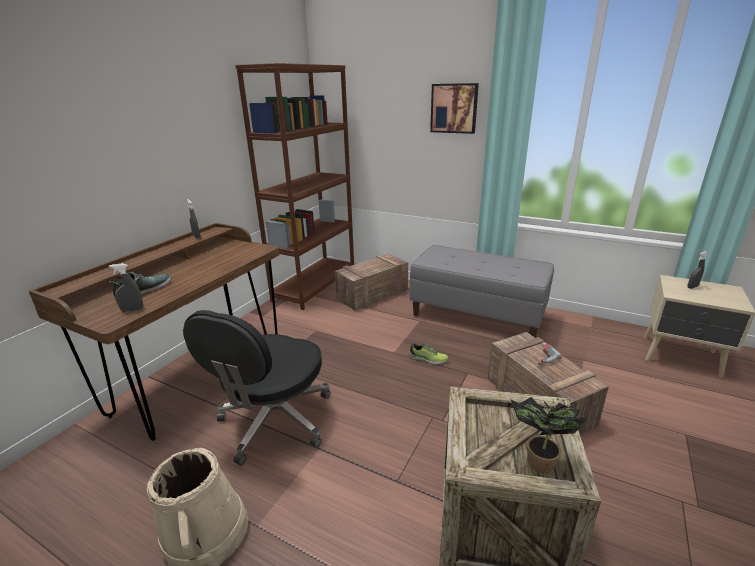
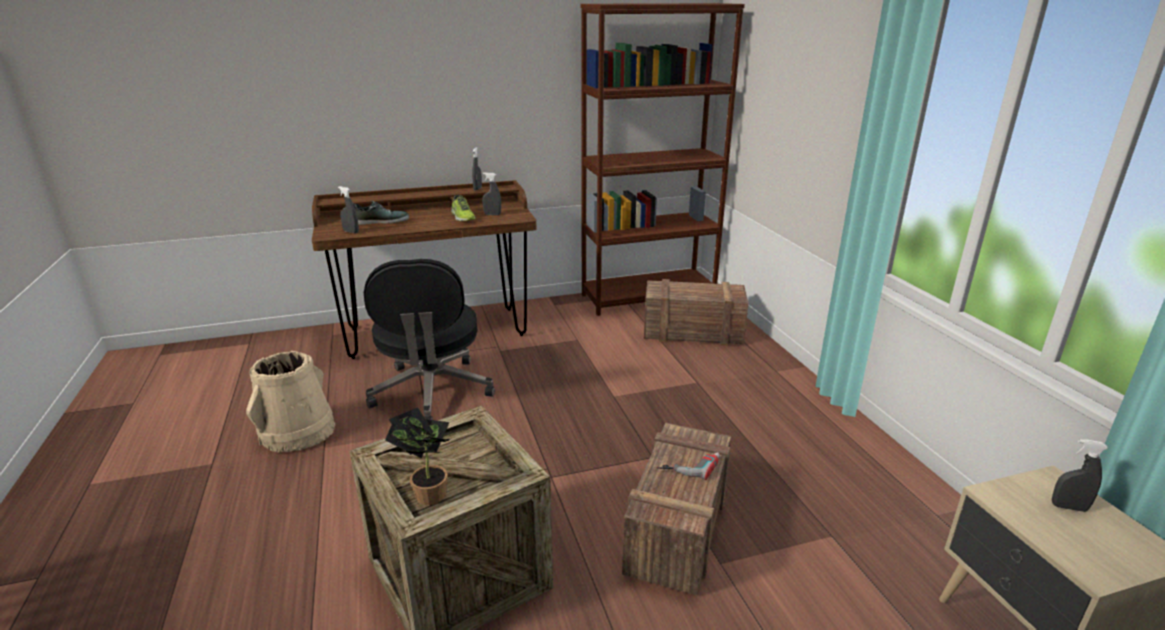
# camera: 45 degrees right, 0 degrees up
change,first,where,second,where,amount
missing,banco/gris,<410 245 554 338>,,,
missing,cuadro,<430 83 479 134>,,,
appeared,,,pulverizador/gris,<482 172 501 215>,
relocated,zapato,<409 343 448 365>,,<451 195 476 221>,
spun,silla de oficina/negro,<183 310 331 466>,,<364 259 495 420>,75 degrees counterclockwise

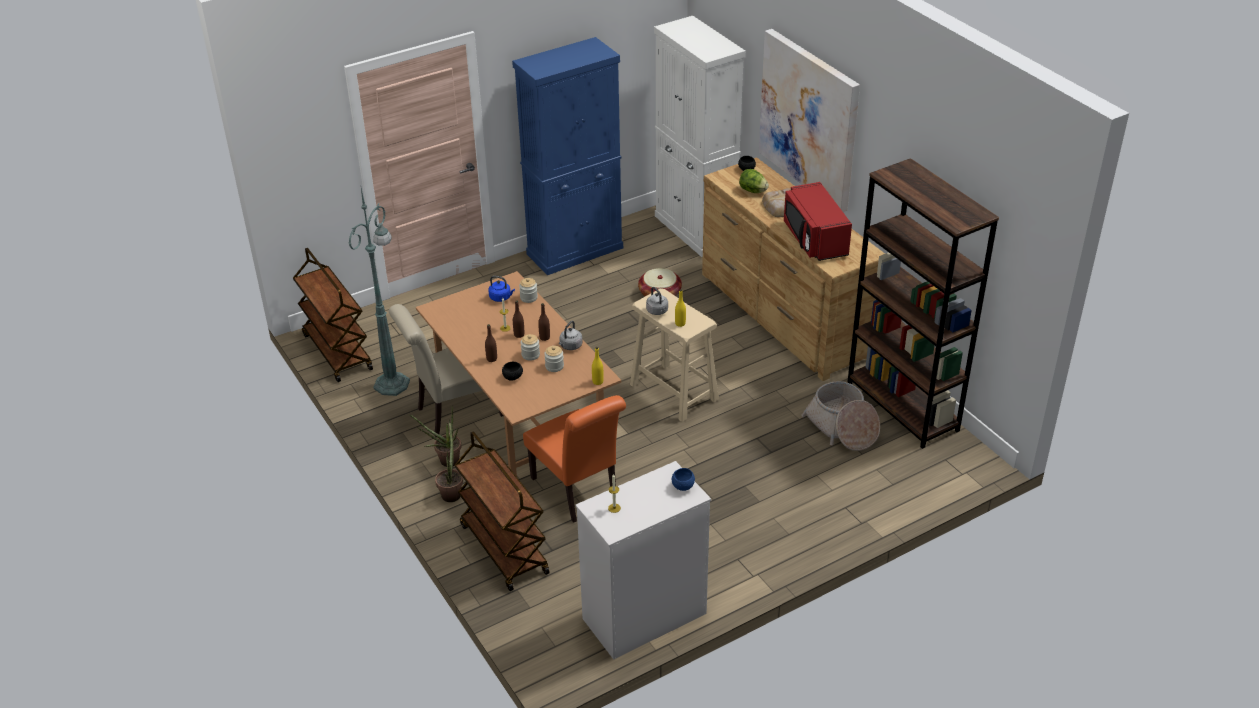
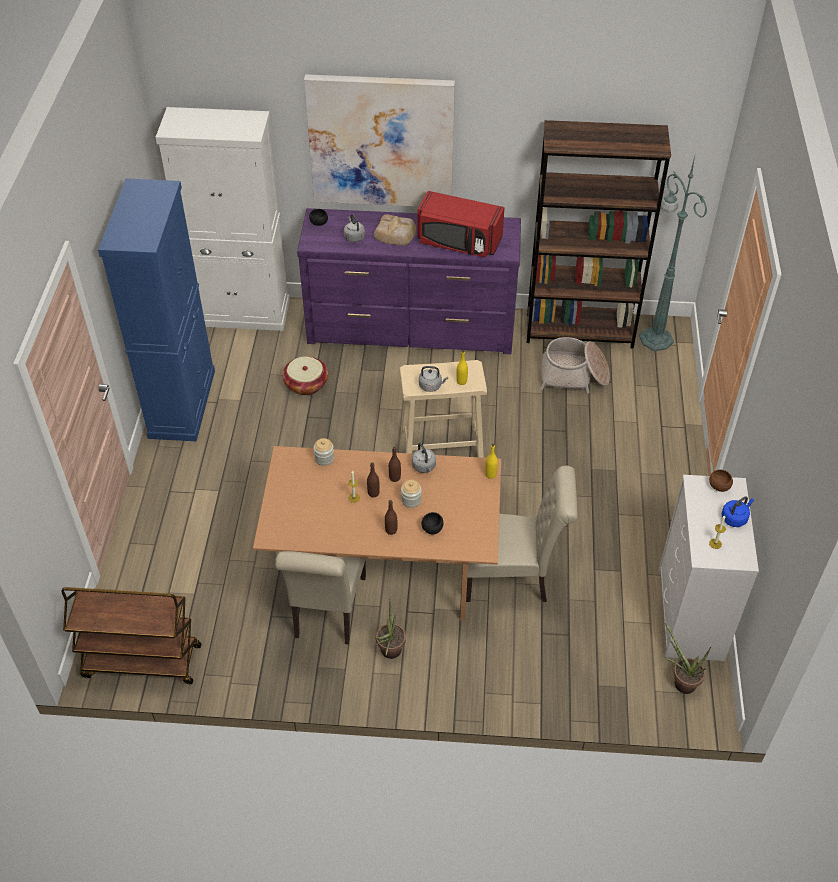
# camera: 55 degrees left, 10 degrees up
change,first,where,second,where,amount
missing,carrito/marrón,<455 431 550 591>,,,
missing,tarro,<544 346 564 372>,,,
relocated,lámpara de pie/verde,<348 188 410 396>,,<639 157 707 351>,
relocated,planta en maceta,<435 420 463 502>,,<664 623 711 694>,
relocated,hervidor/azul,<488 276 515 302>,,<721 496 754 527>,
exchanged,lechuga,<739 169 769 193>,hervidor/gris,<344 214 365 242>,
colour,silla/naranja,<523 395 626 523>,silla/beis,<466 466 578 602>,
colour,cuenco/azul,<672 468 695 491>,cuenco/marrón,<709 470 733 492>,
colour,cómoda/marrón,<702 157 885 381>,cómoda/morado,<297 208 521 354>,

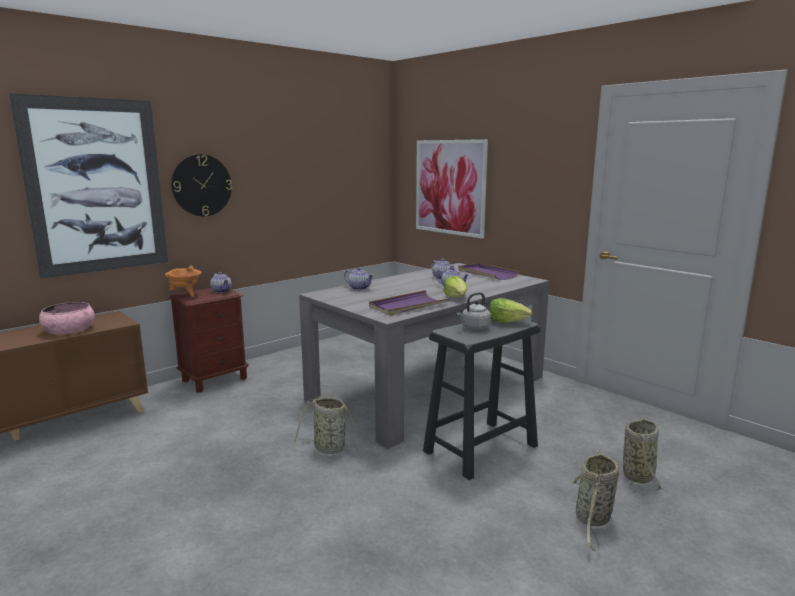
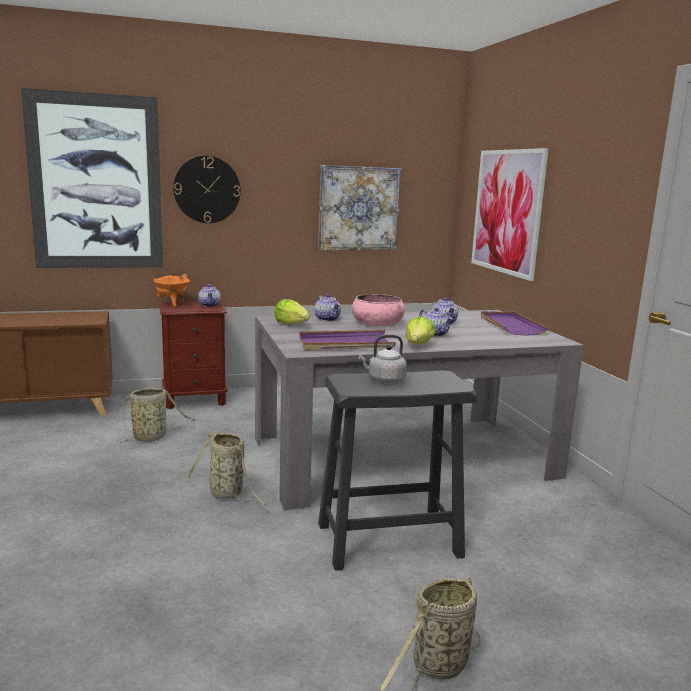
# camera: 25 degrees right, 0 degrees up
change,first,where,second,where,amount
appeared,,,cuadro,<318 165 401 250>,
relocated,cuenco/rosa,<39 302 95 334>,,<352 294 405 326>,
relocated,lechuga,<489 298 533 323>,,<274 299 310 325>,
relocated,cesta,<623 419 663 493>,,<116 388 195 442>,

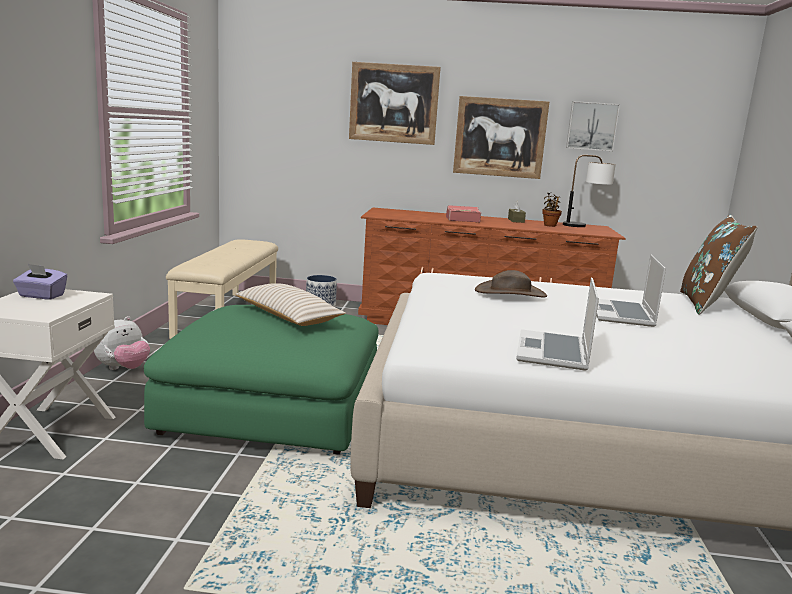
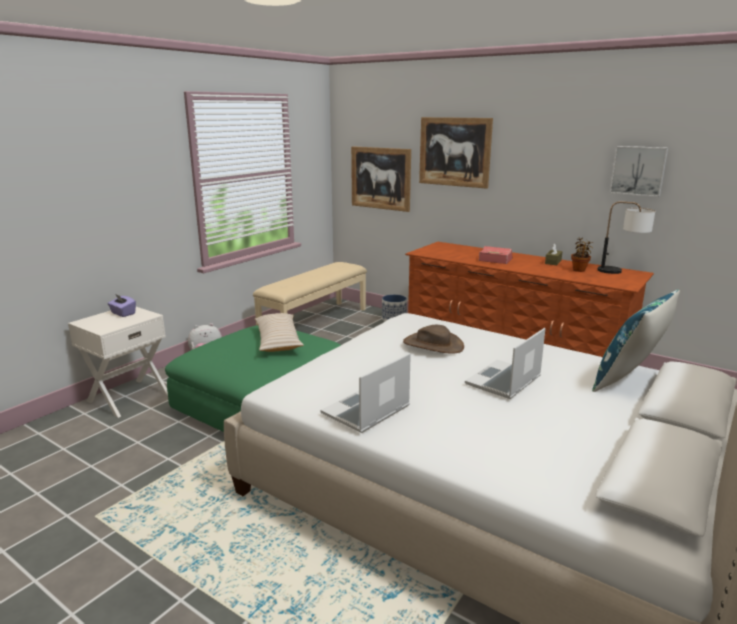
# camera: 30 degrees right, 5 degrees up
change,first,where,second,where,amount
relocated,cuadro,<453 96 549 179>,,<351 146 411 212>,
colour,cojín/marrón,<680 215 758 315>,cojín/azul,<592 289 680 392>,

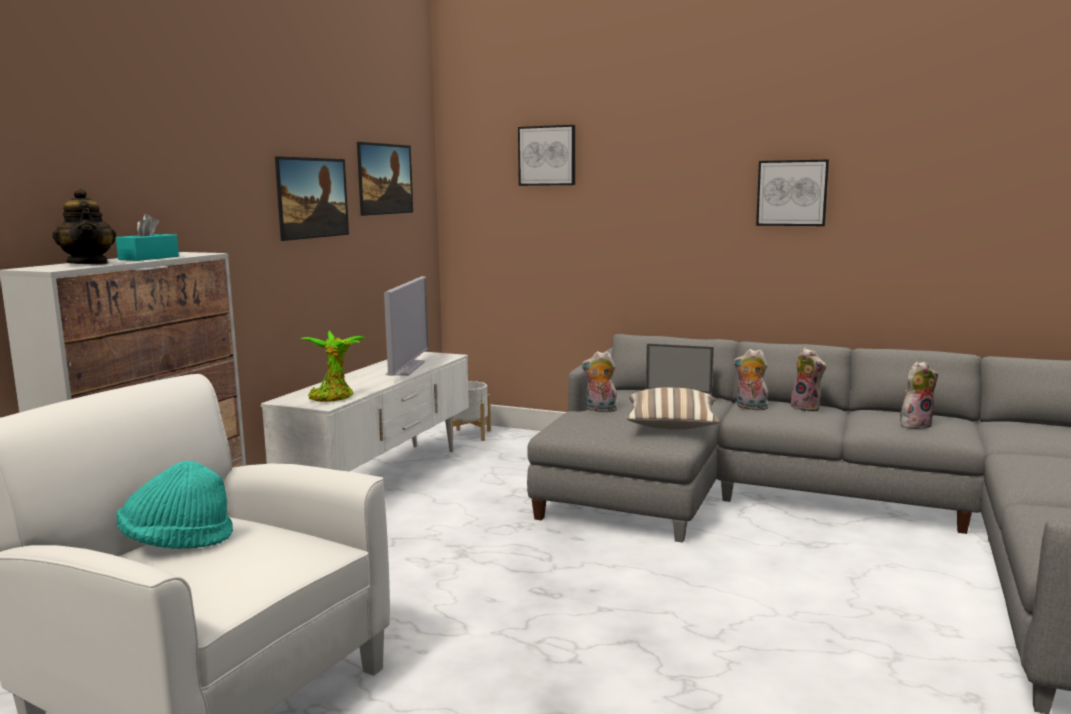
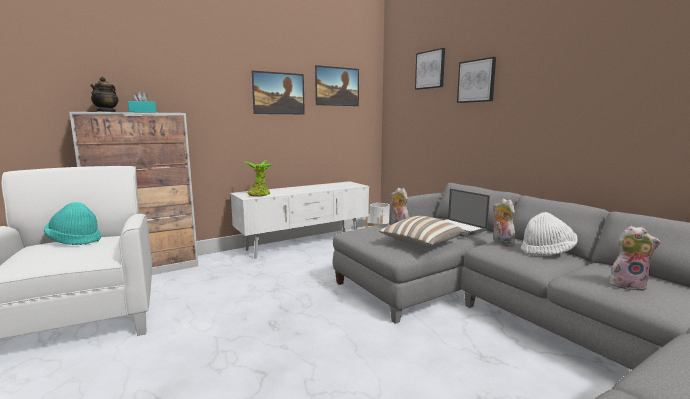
# camera: 35 degrees right, 0 degrees up
change,first,where,second,where,amount
missing,televisor,<384 276 429 376>,,,
relocated,cuadro,<756 159 829 226>,,<457 57 496 103>,
exchanged,peluche,<789 348 826 411>,sombrero/blanco,<521 212 578 256>,

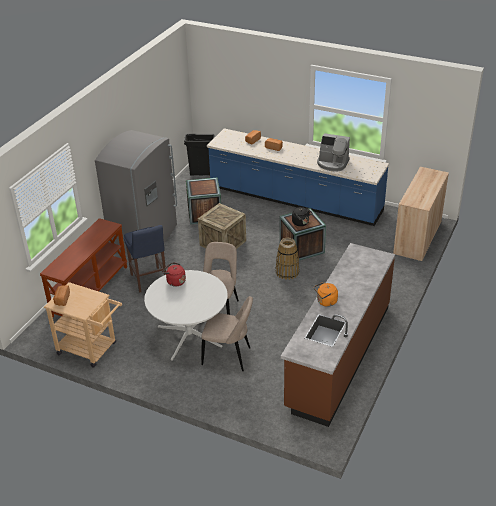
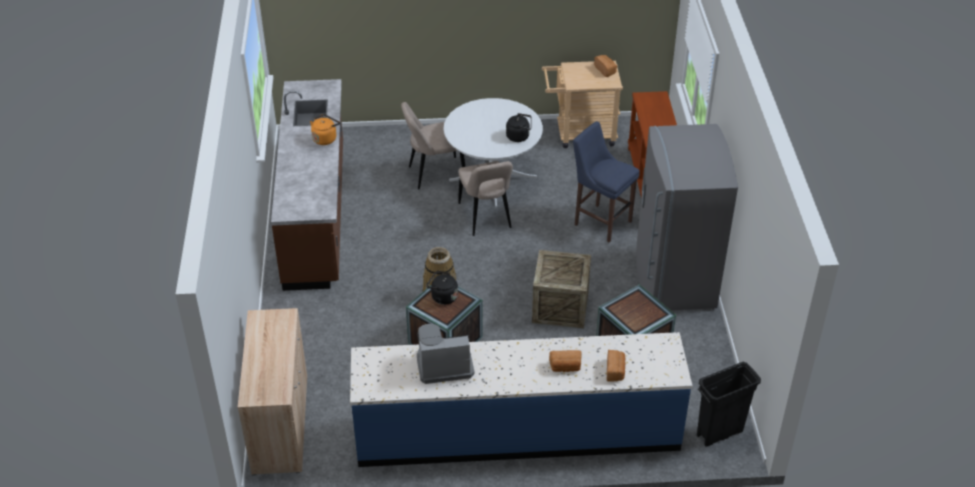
# camera: 150 degrees right, 5 degrees up
change,first,where,second,where,amount
colour,hervidor/rojo,<162 262 186 287>,hervidor/negro,<506 113 531 142>,

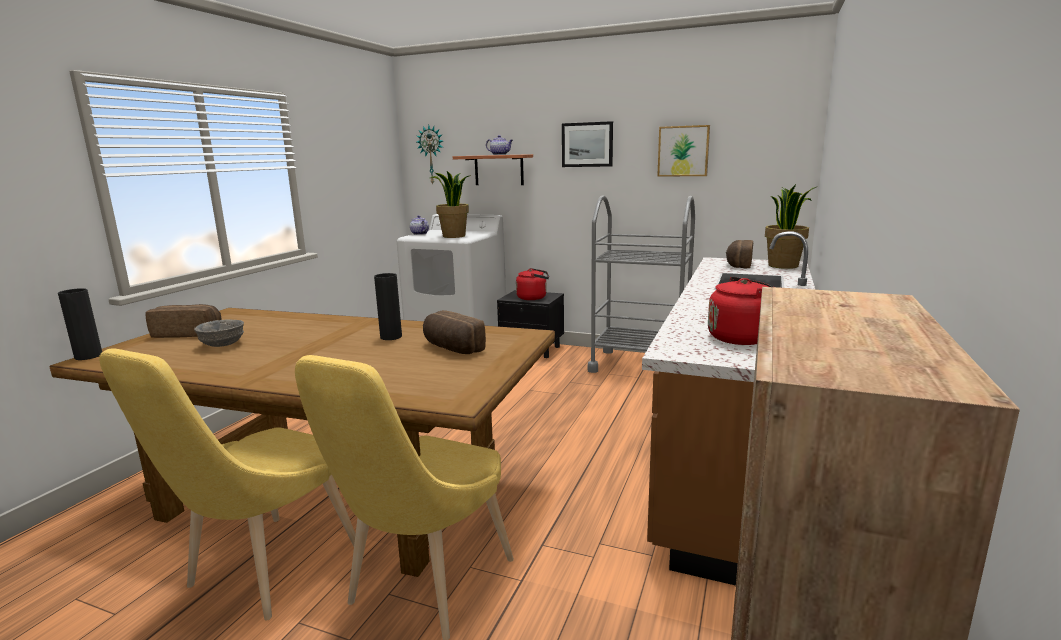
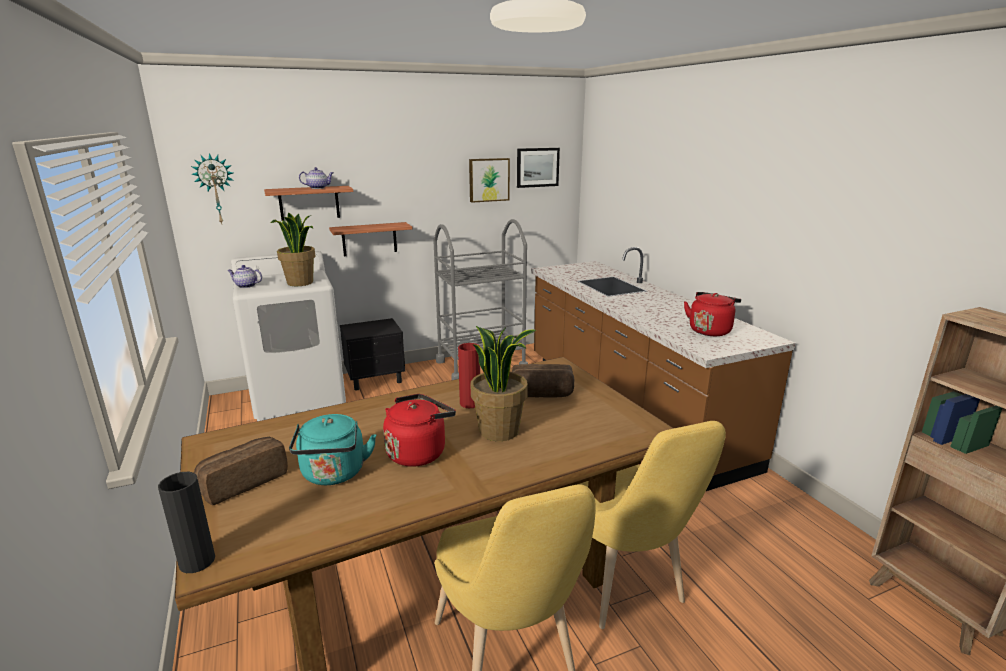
# camera: 45 degrees left, 5 degrees up
change,first,where,second,where,amount
missing,pan,<726 240 753 268>,,,
appeared,,,estante,<329 222 413 256>,
relocated,hervidor/rojo,<516 268 549 300>,,<383 394 456 467>,
relocated,cuadro,<562 121 613 167>,,<517 148 560 188>,
relocated,planta en maceta,<765 184 816 269>,,<471 326 536 441>,
exchanged,cuenco/gris,<194 320 244 347>,hervidor/turquesa,<289 414 376 485>,
colour,florero/negro,<374 273 402 340>,florero/rojo,<458 343 480 408>,

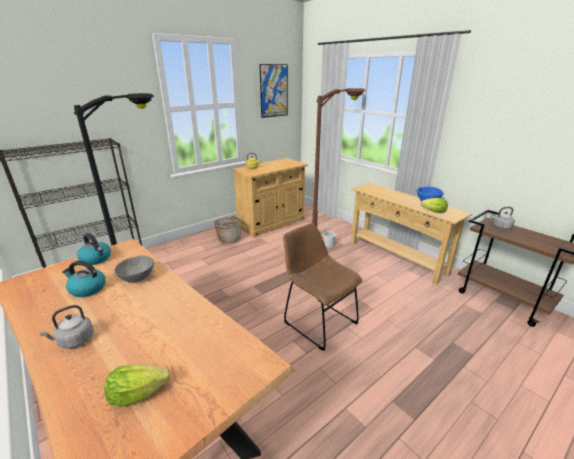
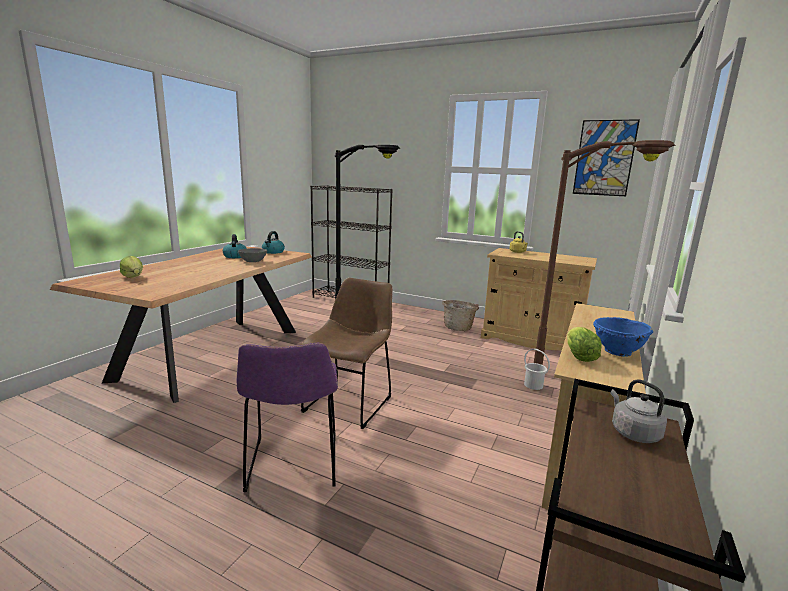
# camera: 65 degrees right, 10 degrees down
change,first,where,second,where,amount
missing,hervidor/gris,<39 305 94 349>,,,
appeared,,,silla/morado,<237 343 338 492>,

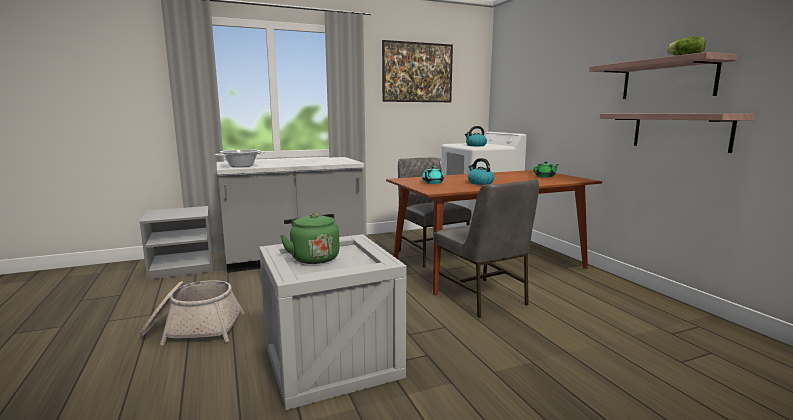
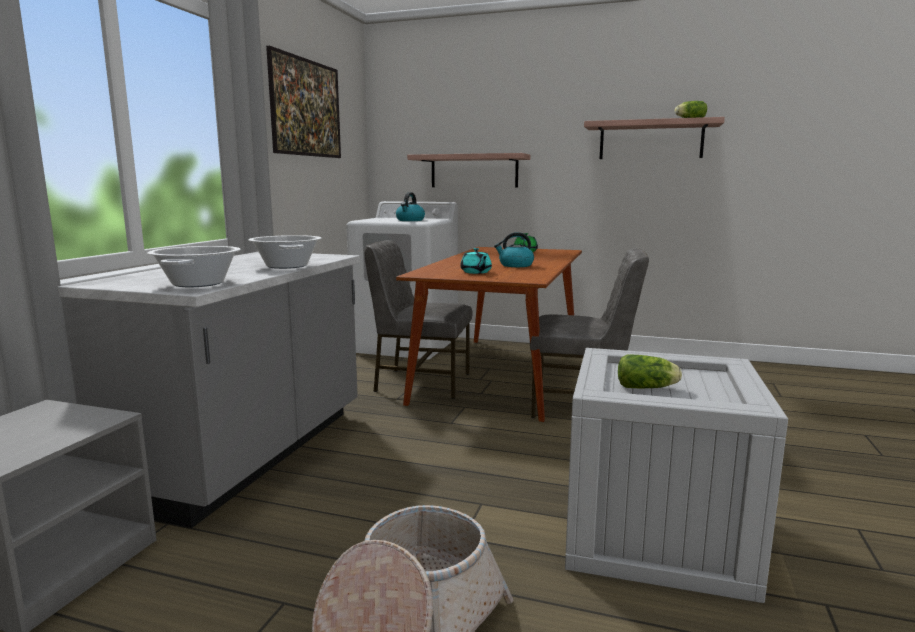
# camera: 50 degrees left, 0 degrees up
change,first,where,second,where,amount
appeared,,,olla,<248 235 322 269>,
relocated,estante,<600 114 755 153>,,<407 153 530 188>,
exchanged,hervidor/verde,<280 213 339 264>,lechuga,<618 354 682 389>,

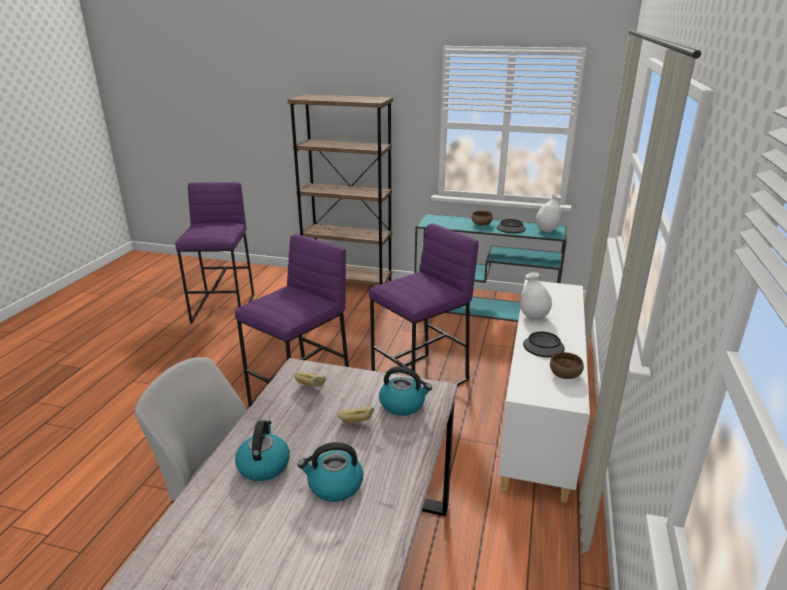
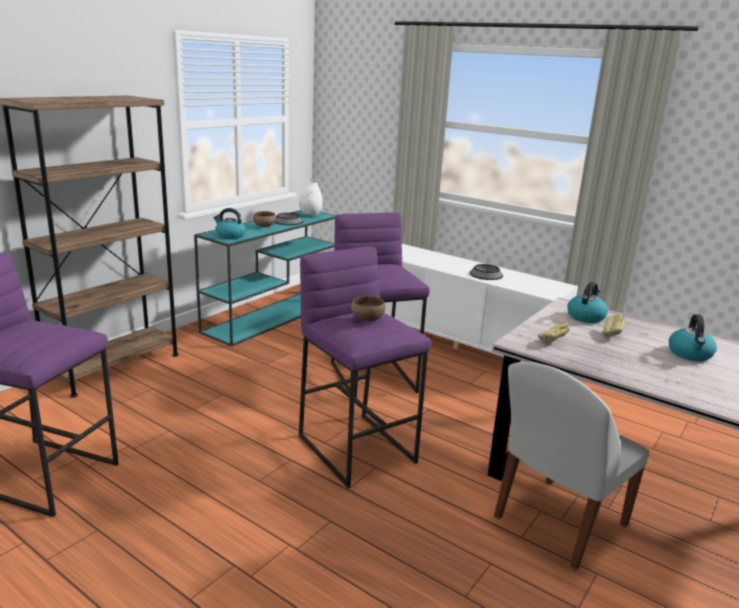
# camera: 70 degrees left, 5 degrees down
change,first,where,second,where,amount
missing,florero/blanco,<520 272 552 320>,,,
relocated,hervidor,<235 420 290 481>,,<213 208 246 239>,
relocated,cuenco/marrón,<550 352 584 379>,,<351 296 385 321>,

